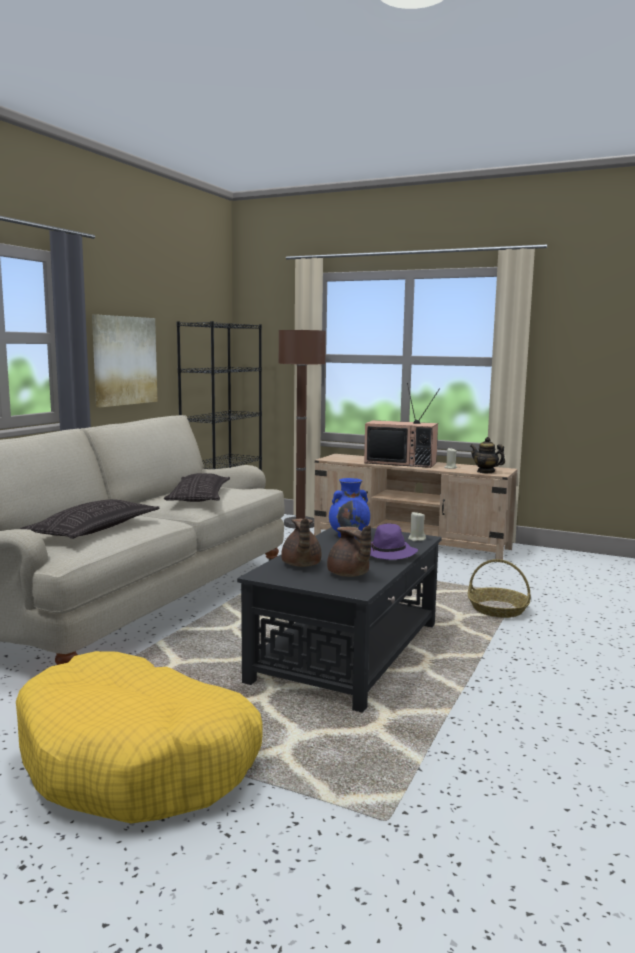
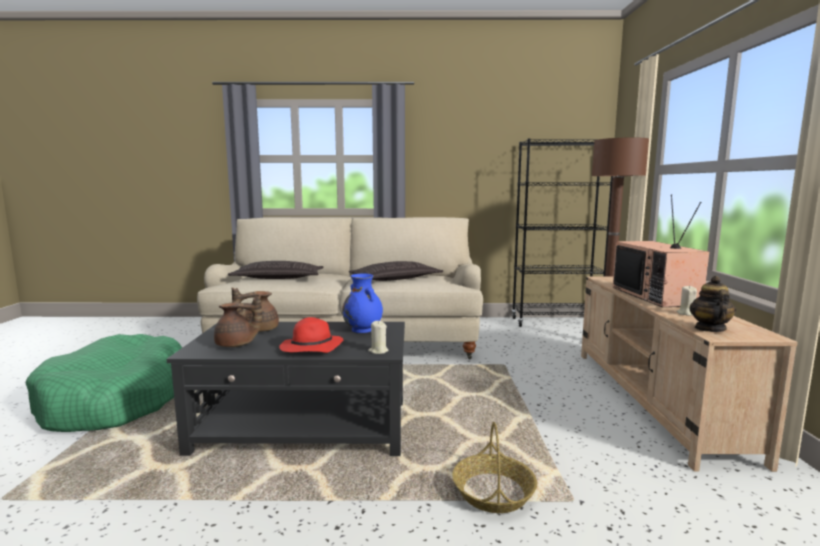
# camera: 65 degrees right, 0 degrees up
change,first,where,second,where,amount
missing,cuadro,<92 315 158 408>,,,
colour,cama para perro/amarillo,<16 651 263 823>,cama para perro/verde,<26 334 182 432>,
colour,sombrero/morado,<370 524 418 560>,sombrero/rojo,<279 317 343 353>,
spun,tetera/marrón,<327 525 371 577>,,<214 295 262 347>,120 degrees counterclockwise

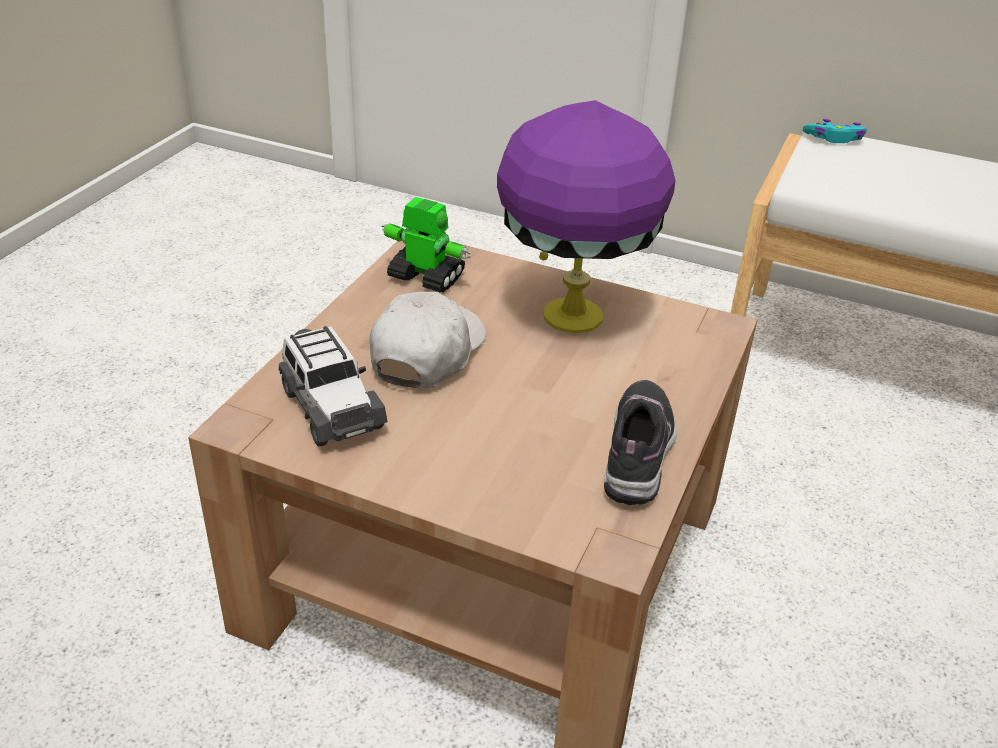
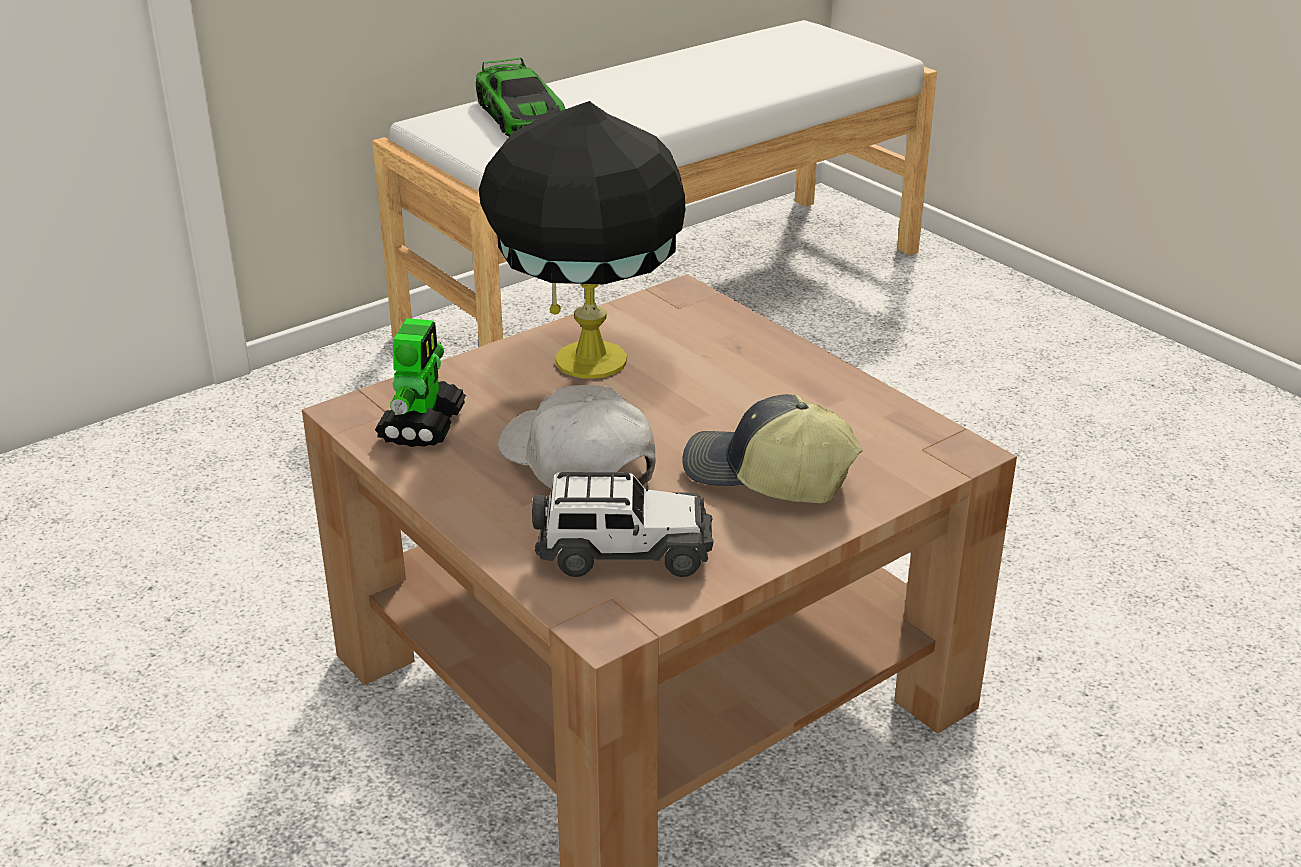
# camera: 60 degrees left, 5 degrees down
change,first,where,second,where,amount
missing,zapato,<604 380 677 505>,,,
missing,mando de consola/turquesa,<803 119 867 143>,,,
appeared,,,coche de juguete,<476 57 565 137>,
appeared,,,gorra,<682 394 863 503>,
colour,lámpara de mesa/morado,<497 100 676 333>,lámpara de mesa/negro,<479 101 685 378>,
spun,robot de juguete,<382 197 471 293>,,<375 318 466 447>,135 degrees clockwise

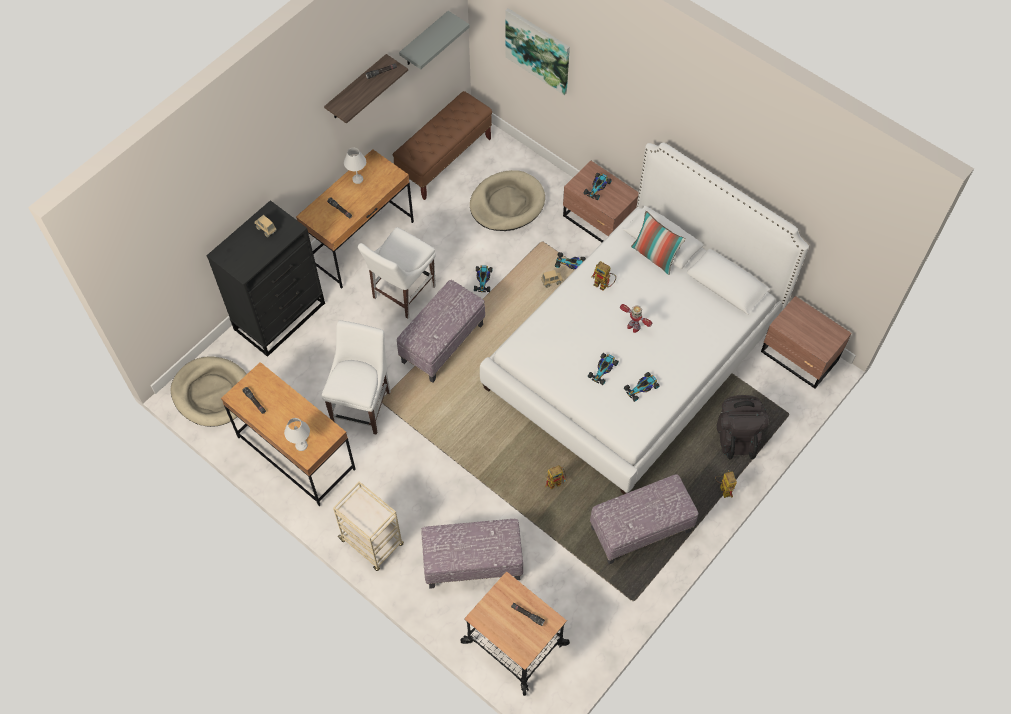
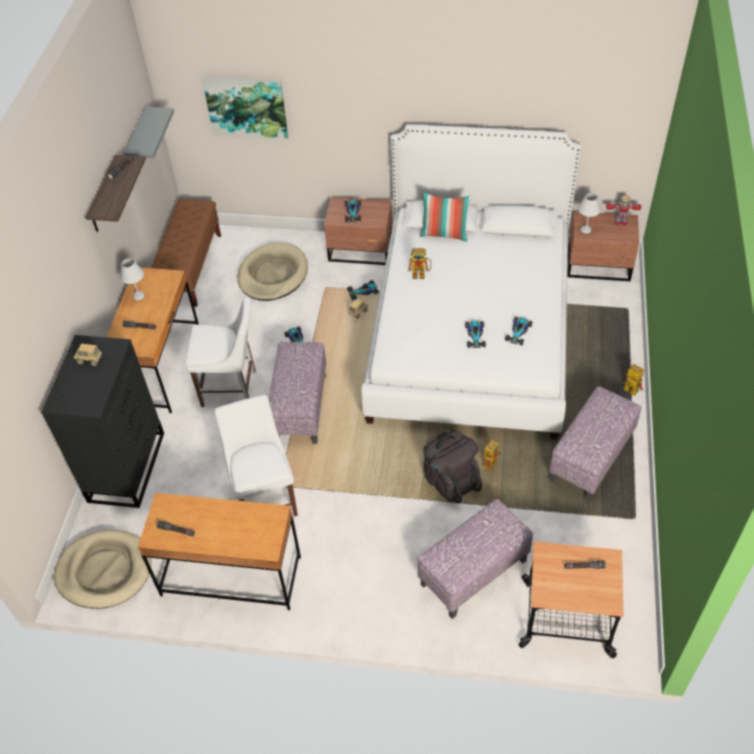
# camera: 30 degrees left, 10 degrees down
change,first,where,second,where,amount
missing,carrito/beis,<333 481 404 571>,,,
relocated,lámpara de mesa/blanco,<284 418 310 451>,,<578 193 601 234>,
relocated,robot de juguete,<620 304 652 333>,,<606 195 642 226>,
relocated,mochila/negro,<717 395 769 460>,,<423 429 482 503>,
spun,silla/blanco,<358 227 436 319>,,<185 297 256 407>,90 degrees counterclockwise

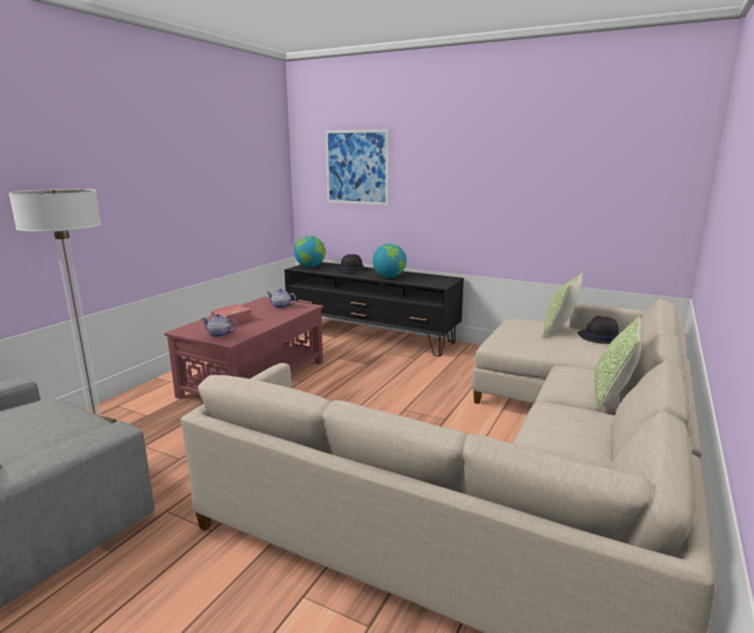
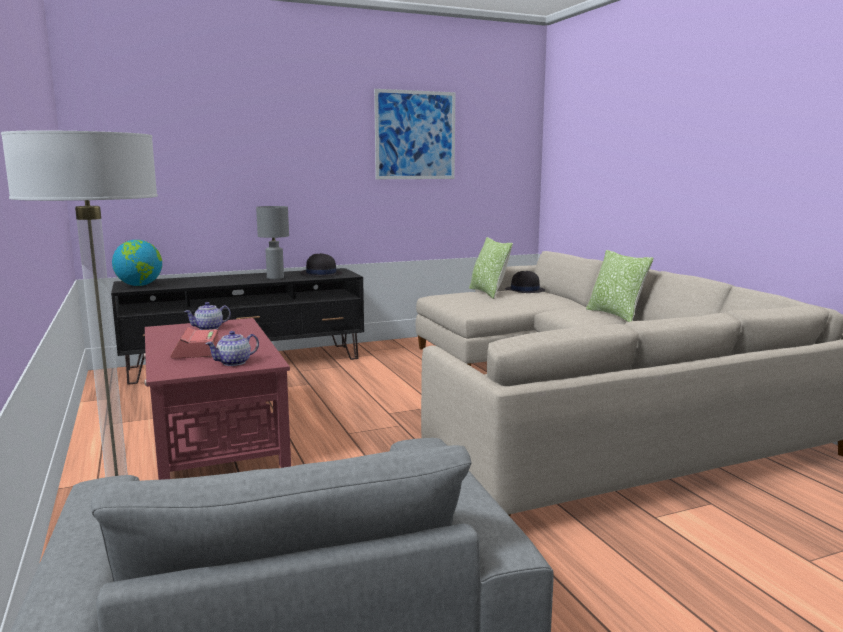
# camera: 50 degrees left, 5 degrees down
change,first,where,second,where,amount
relocated,cuadro,<325 129 389 205>,,<374 89 455 179>,
relocated,sombrero/negro,<336 254 368 273>,,<300 253 342 276>,
exchanged,globo terráqueo,<373 244 407 278>,lámpara de mesa/gris,<256 206 289 279>,

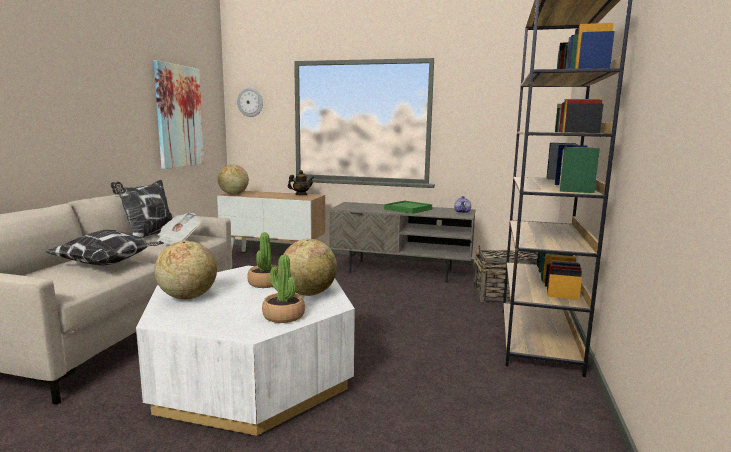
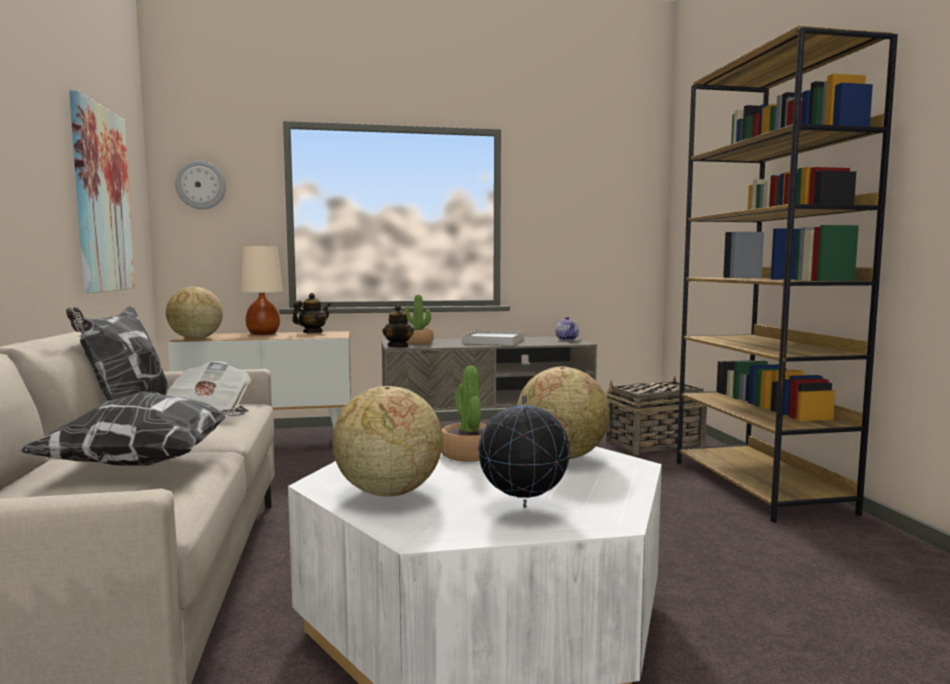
# camera: 25 degrees left, 5 degrees down
change,first,where,second,where,amount
appeared,,,lámpara de mesa/beis,<241 246 283 335>,
appeared,,,tetera,<382 305 414 347>,
appeared,,,globo terráqueo,<478 394 571 508>,
relocated,planta en maceta,<262 255 305 323>,,<404 295 434 344>,
colour,bandeja/verde,<384 201 432 214>,bandeja/blanco,<463 331 523 345>,

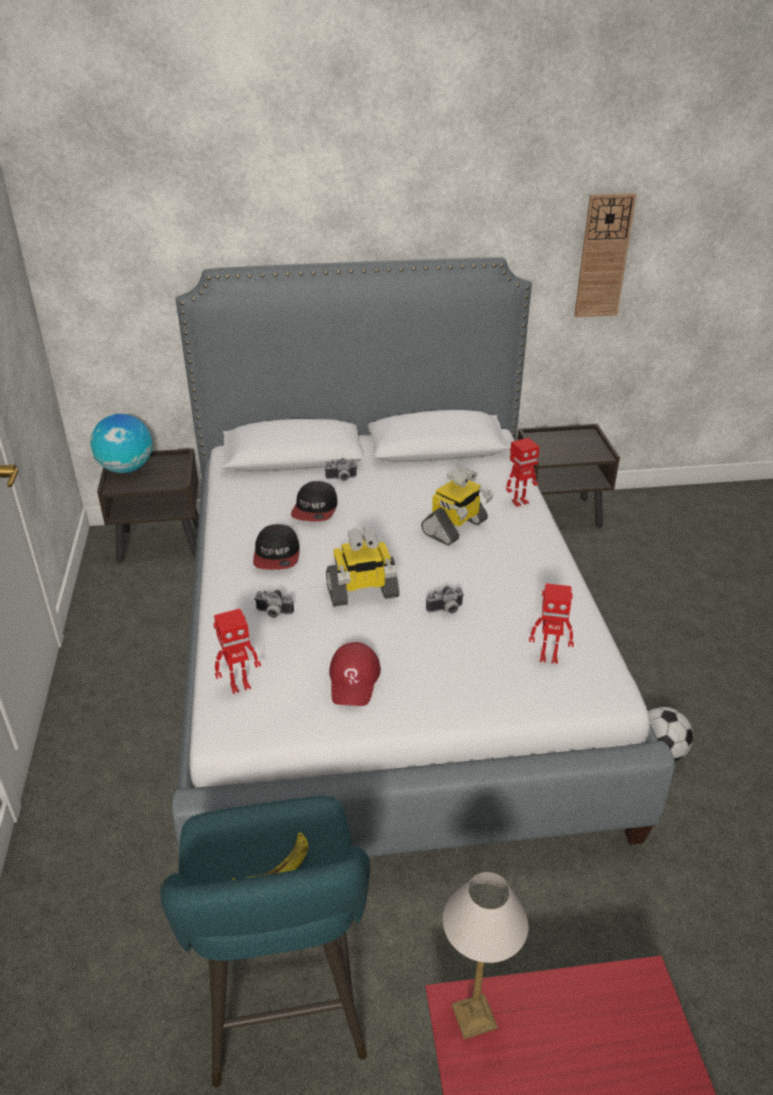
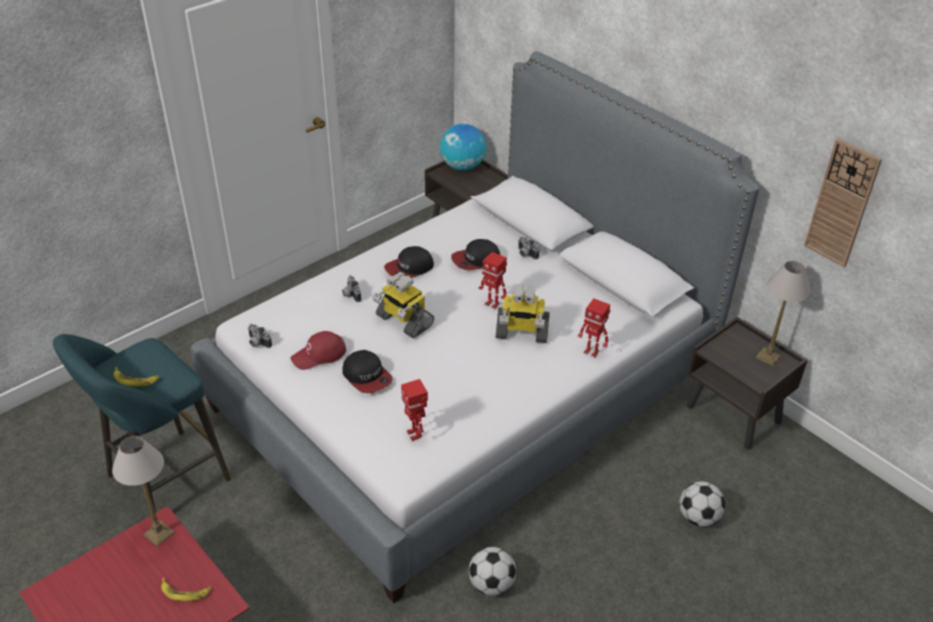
# camera: 55 degrees right, 5 degrees up
change,first,where,second,where,amount
appeared,,,plátano,<161 578 211 601>,
appeared,,,gorra,<342 350 393 394>,
appeared,,,balón de fútbol,<680 481 725 527>,
appeared,,,lámpara de mesa,<756 261 811 366>,
relocated,robot de juguete,<214 609 261 694>,,<479 252 507 309>,
relocated,cámara,<426 586 464 614>,,<248 324 272 348>,

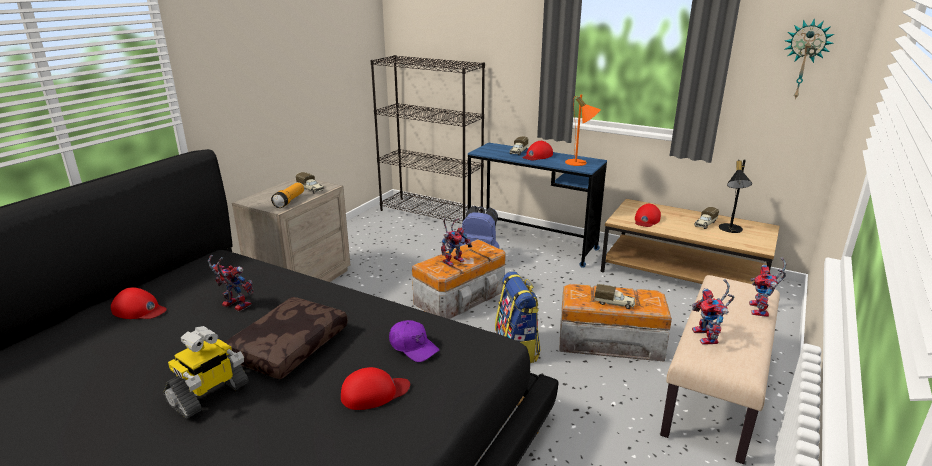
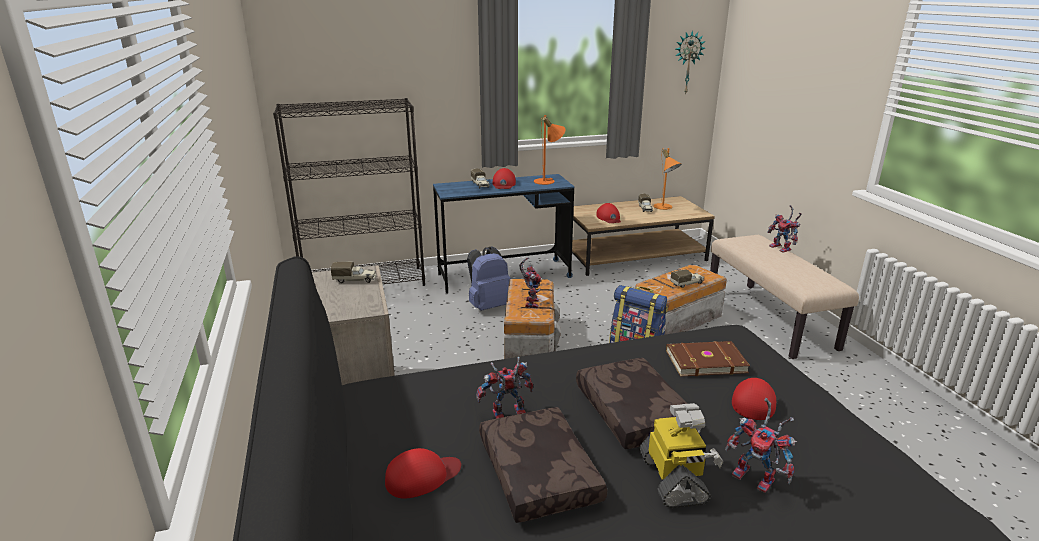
# camera: 45 degrees left, 0 degrees up
change,first,where,second,where,amount
missing,linterna,<271 183 304 208>,,,
appeared,,,cojín/marrón,<479 407 607 523>,
relocated,robot de juguete,<692 279 735 345>,,<725 398 797 493>,
exchanged,gorra/morado,<389 320 439 362>,libro/marrón,<666 341 750 377>,
colour,lámpara de mesa/negro,<719 159 753 233>,lámpara de mesa/naranja,<654 148 681 210>,

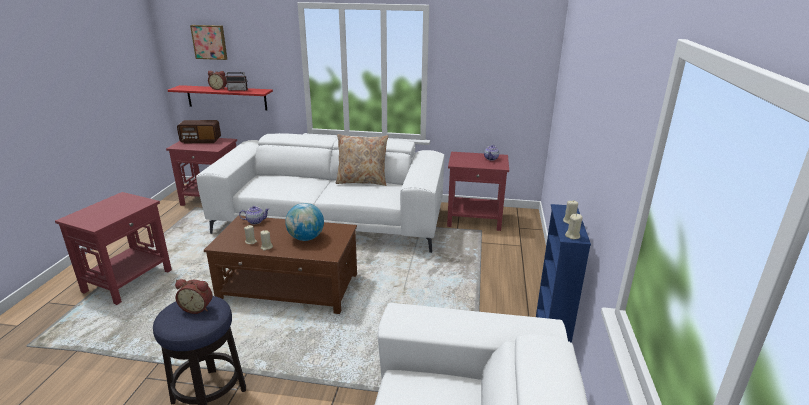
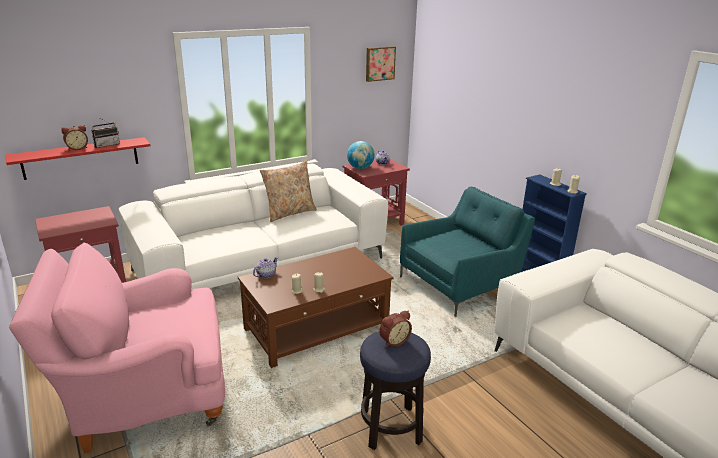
# camera: 40 degrees left, 0 degrees up
change,first,where,second,where,amount
missing,radio,<177 120 221 143>,,,
appeared,,,sillón/turquesa,<400 187 535 317>,
relocated,cuadro,<190 25 227 60>,,<366 46 396 82>,
relocated,globo terráqueo,<285 203 324 241>,,<347 141 375 169>,
exchanged,mesa auxiliar/rojo,<55 192 172 305>,sillón/rosa,<9 243 225 453>,

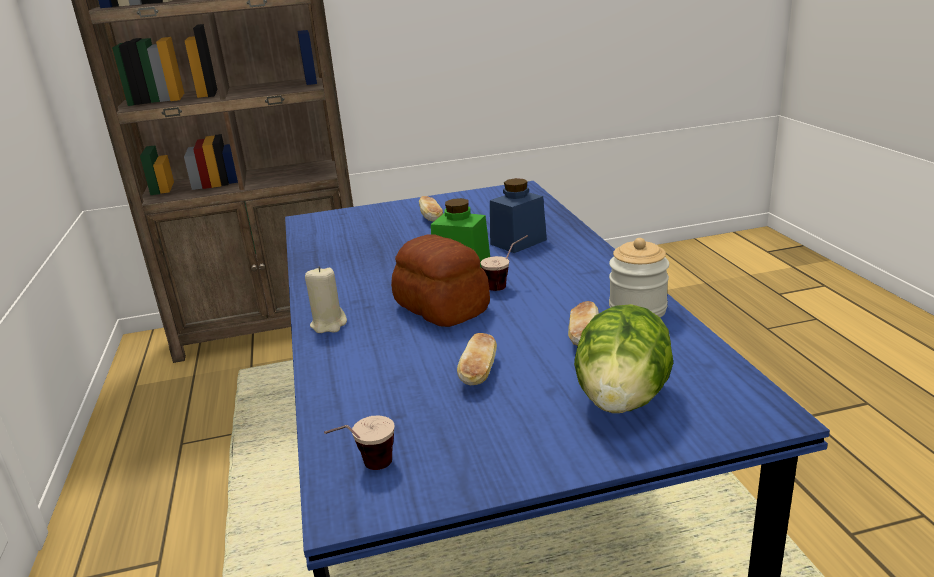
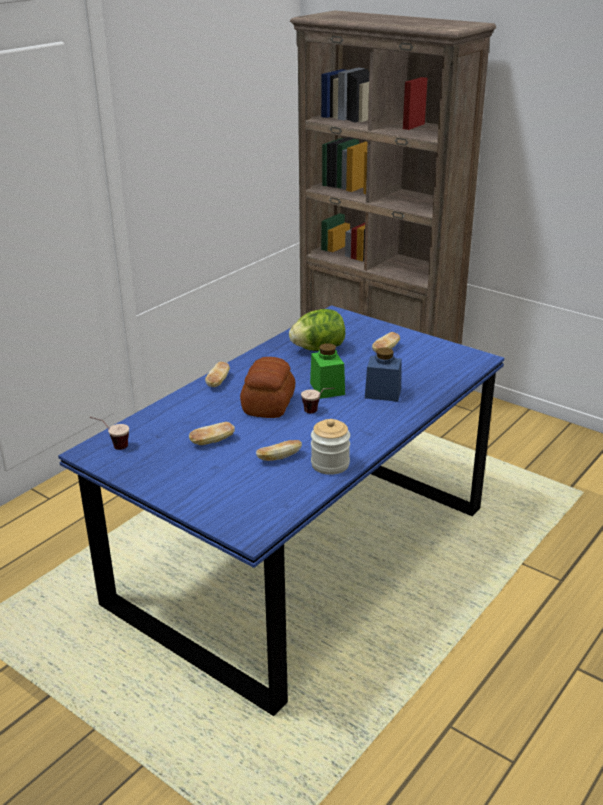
# camera: 50 degrees right, 5 degrees up
change,first,where,second,where,amount
relocated,lechuga,<574 304 673 413>,,<289 309 345 351>,
exchanged,vela/beis,<305 266 347 333>,pan,<205 362 230 387>,

